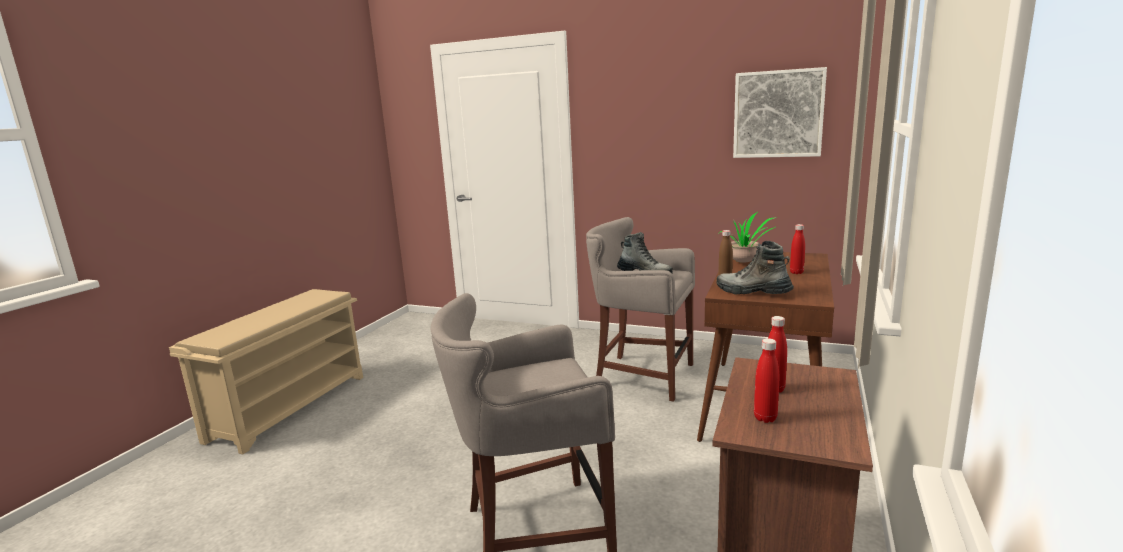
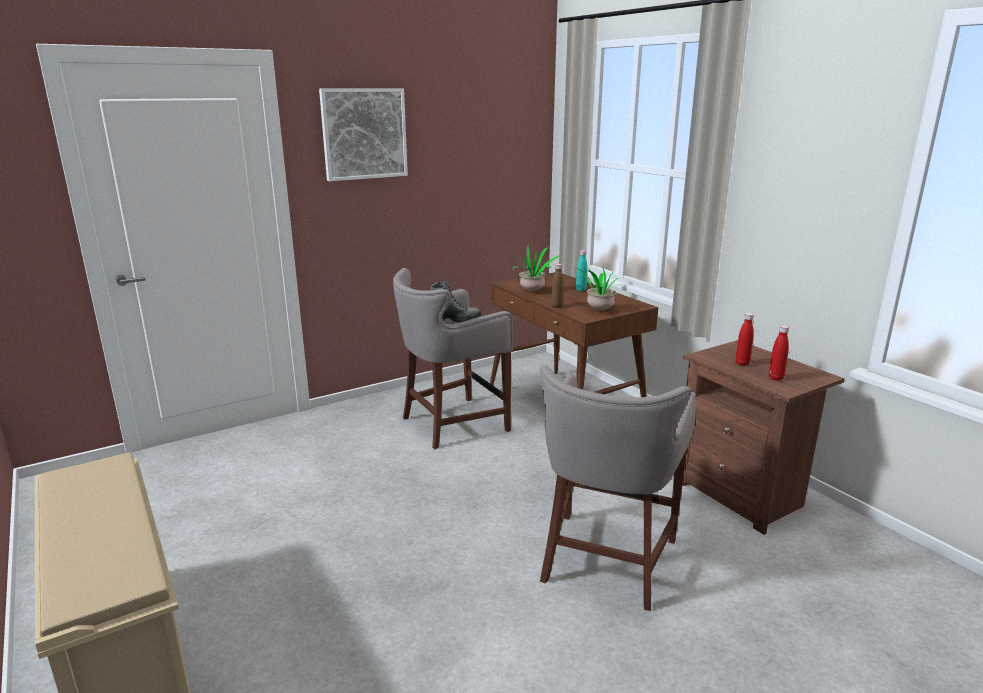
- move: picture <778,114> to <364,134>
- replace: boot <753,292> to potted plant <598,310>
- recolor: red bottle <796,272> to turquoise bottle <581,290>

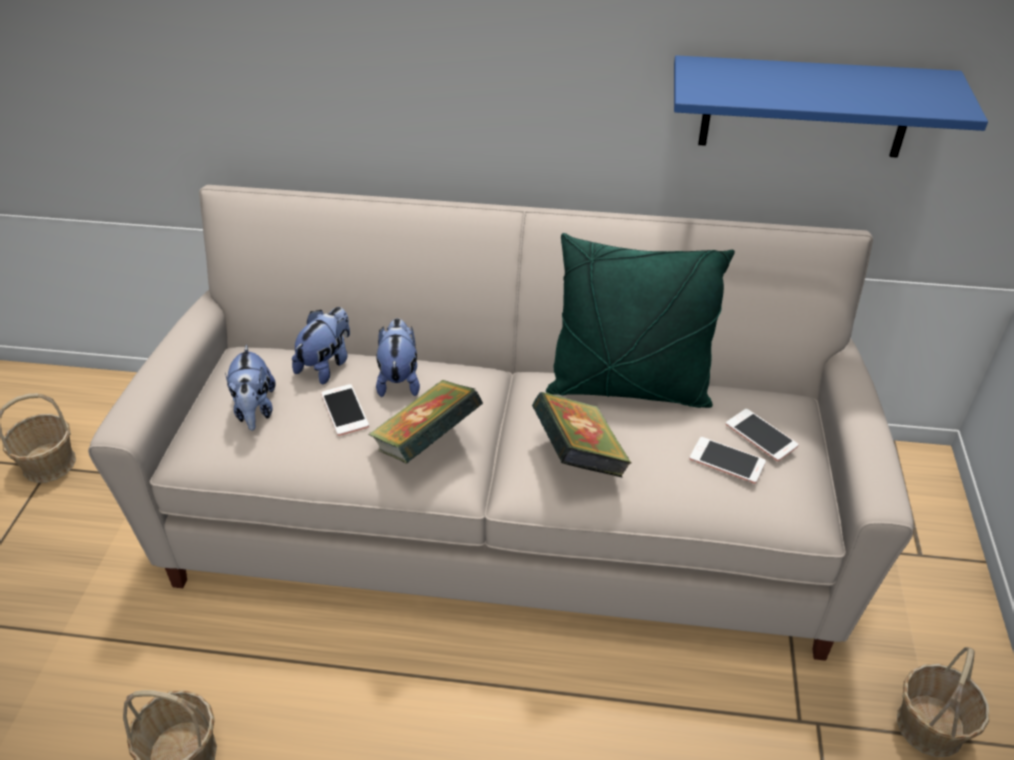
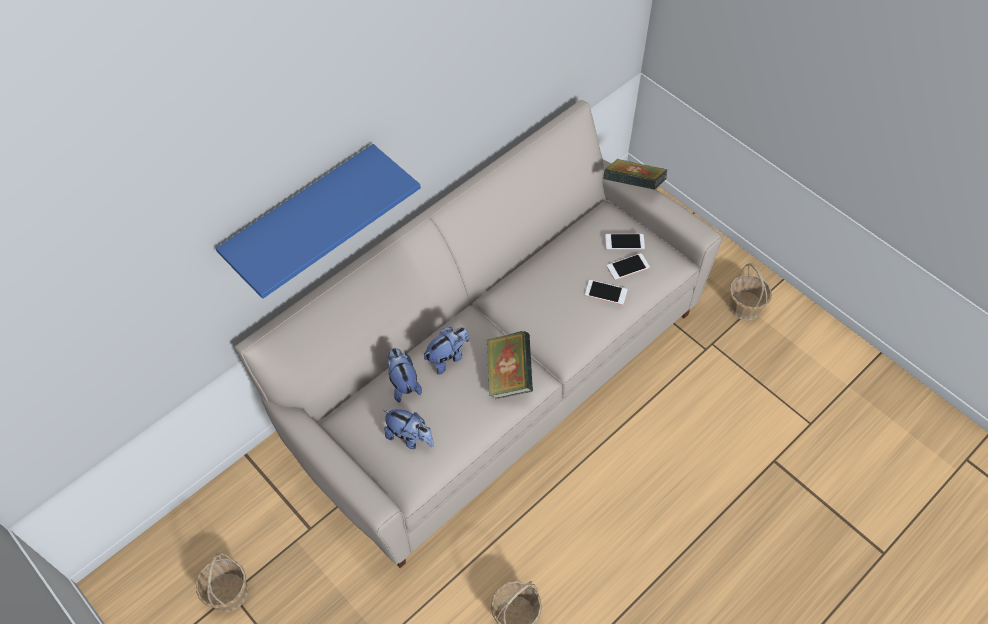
- delete: green pillow <628,388>
- move: phone <344,410> to <606,292>
- move: book <578,457> to <633,186>
- move: blue shelf <806,107> to <302,214>
- rotate: plush toy <399,379> = <447,357> 105 degrees clockwise

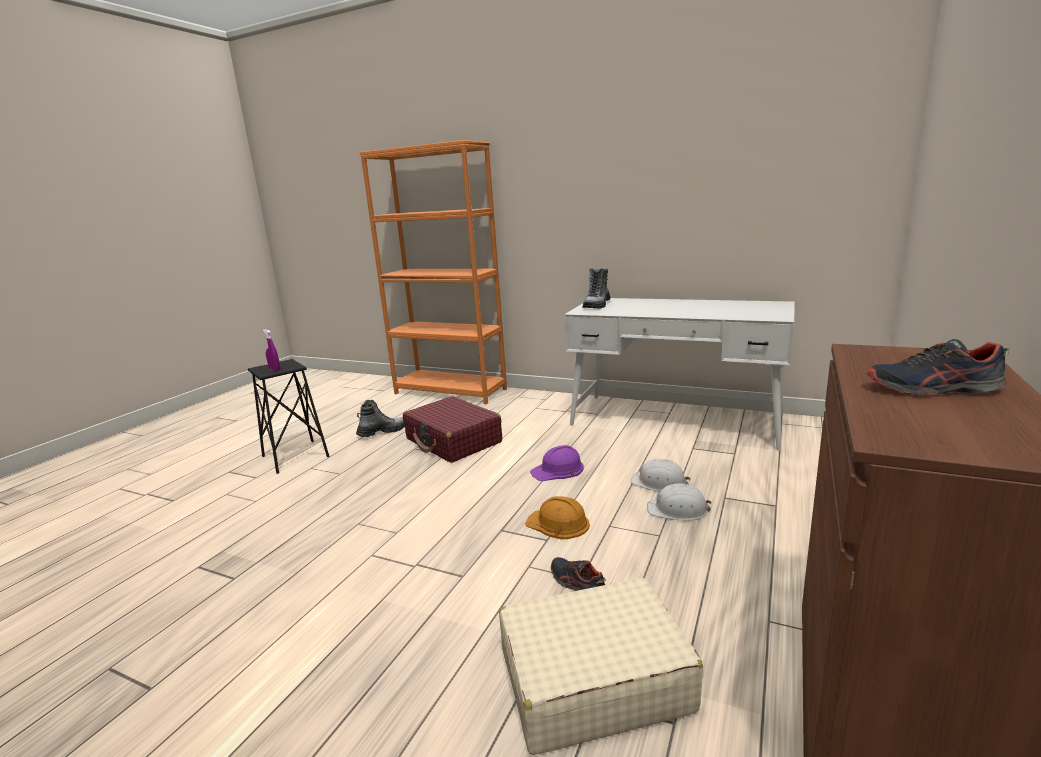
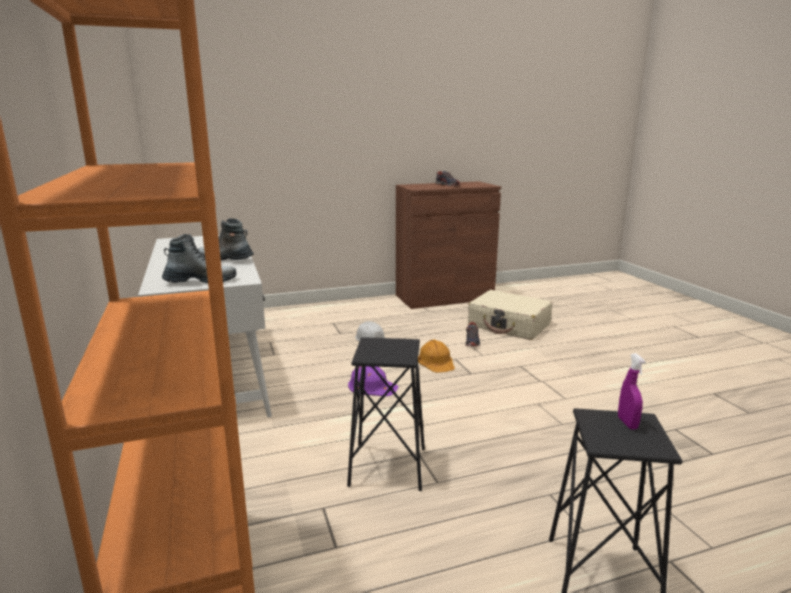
- delete: white hard hat <659,483>
- move: boot <382,432> to <224,260>
- replace: red suitcase <453,441> to black stool <387,466>

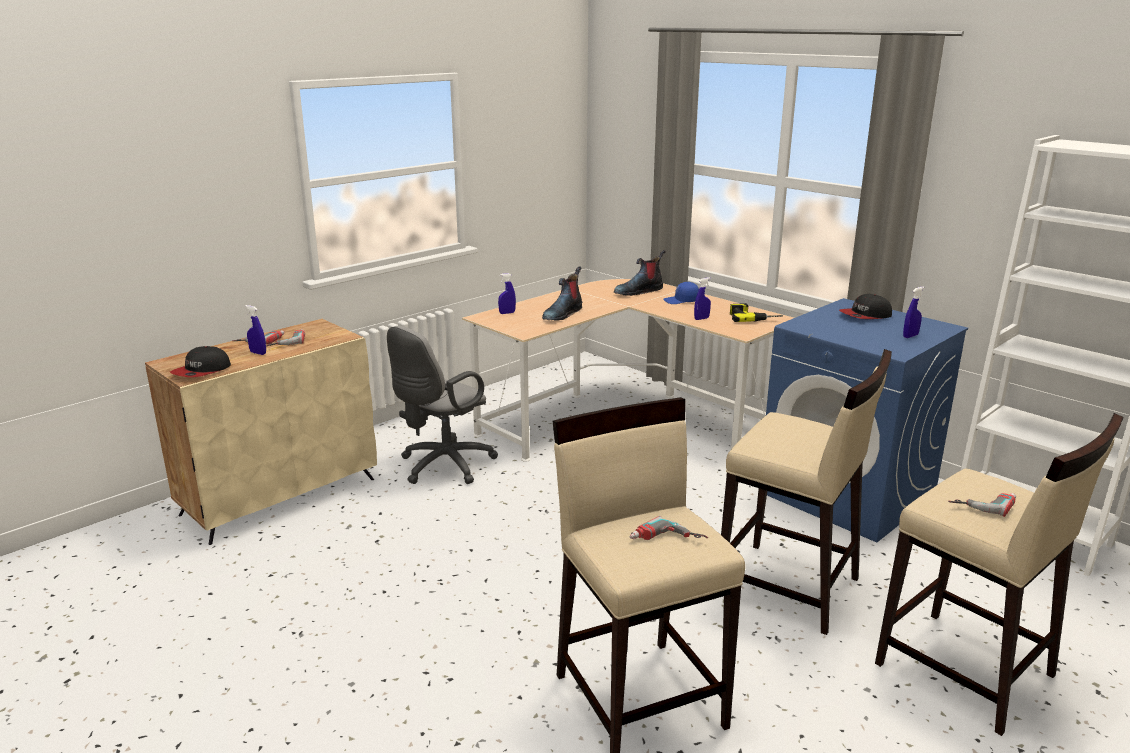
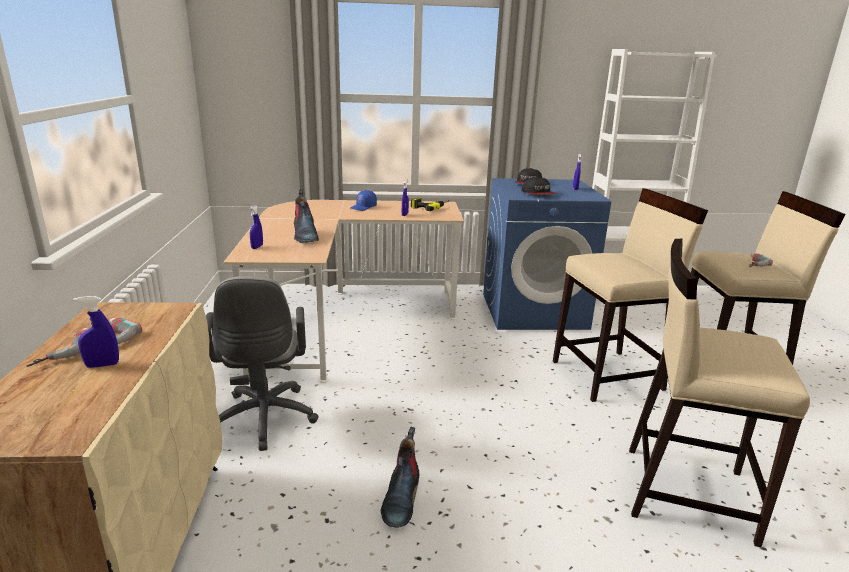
- delete: power drill <667,541>
- move: cap <202,371> to <538,194>
- move: boot <638,291> to <401,498>

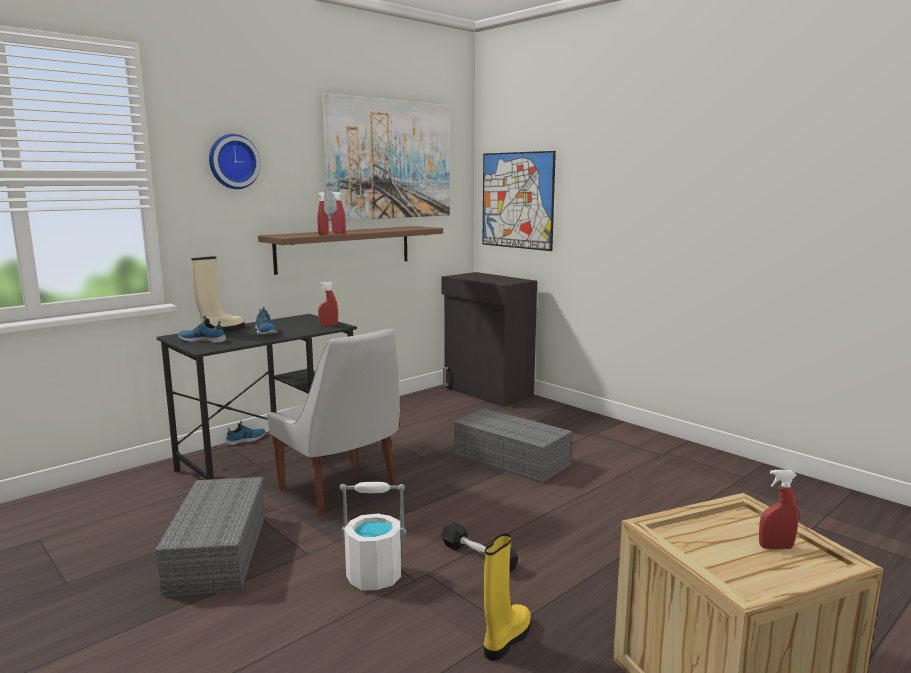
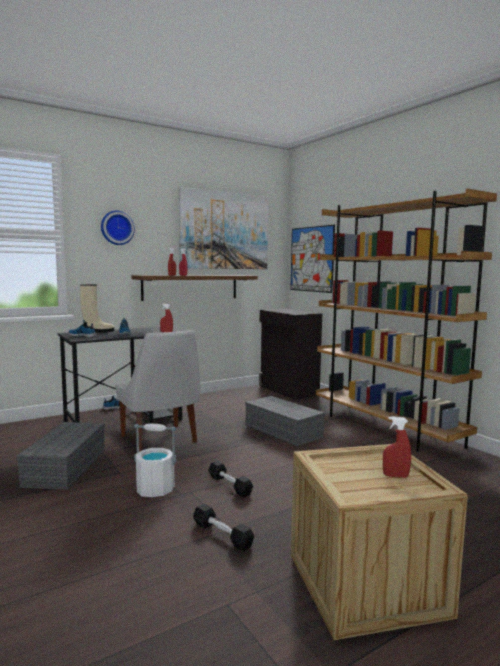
- insert: brown bookcase <385,428>
- replace: yellow boot <506,639> to black dumbbell <222,535>

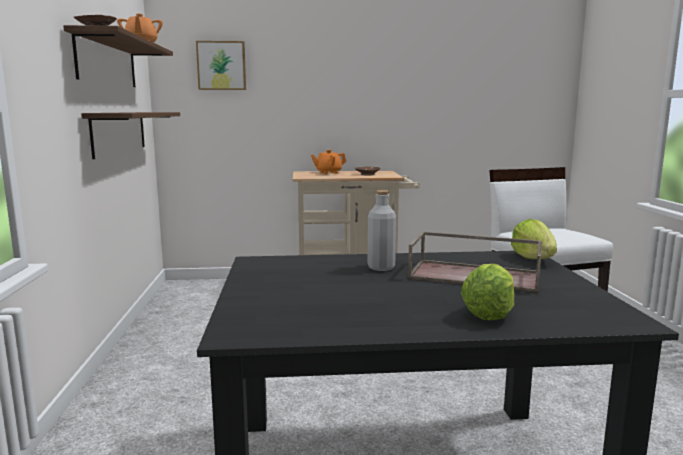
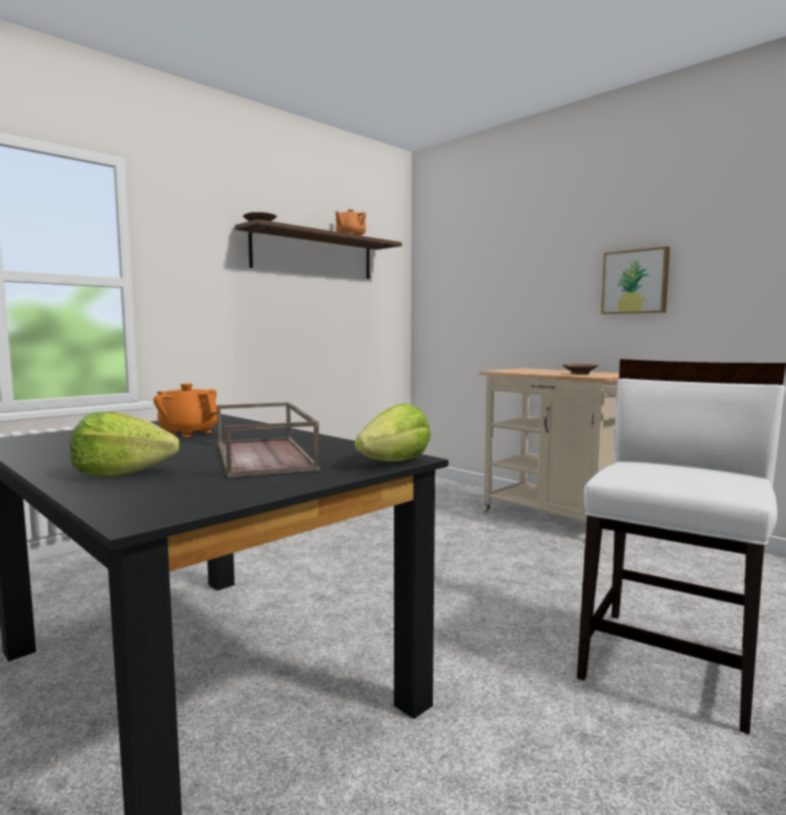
- delete: shelf <119,132>
- delete: grey bottle <381,267>
- move: picture <221,66> to <635,282>
- move: orange teapot <328,173> to <188,432>

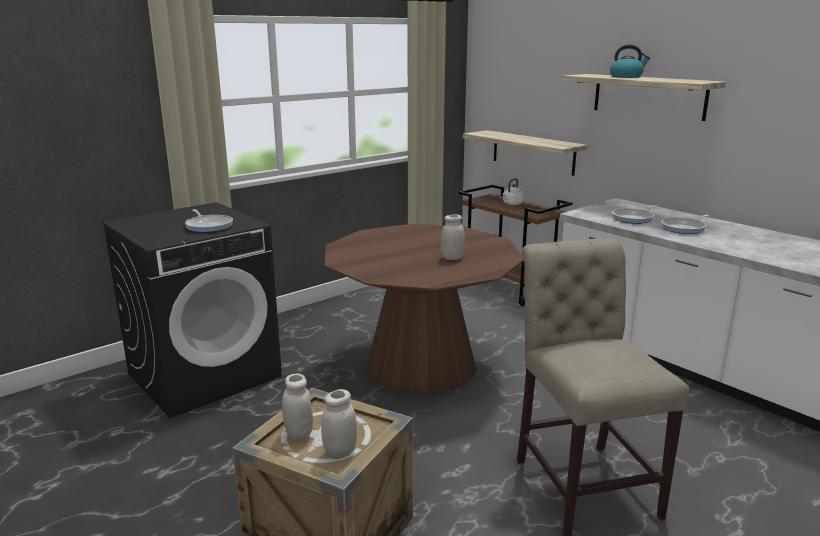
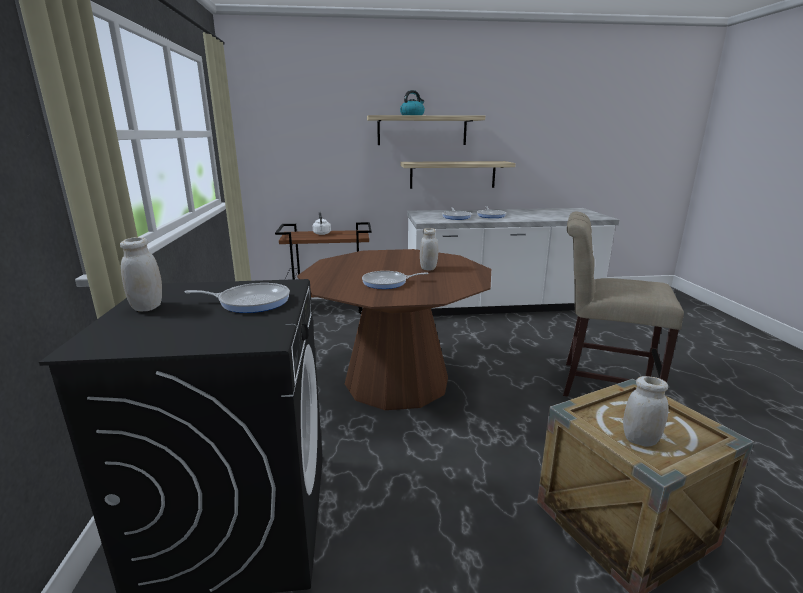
- insert: frying pan <387,283>
- move: white jar <340,452> to <147,307>
- move: shelf <533,152> to <452,174>

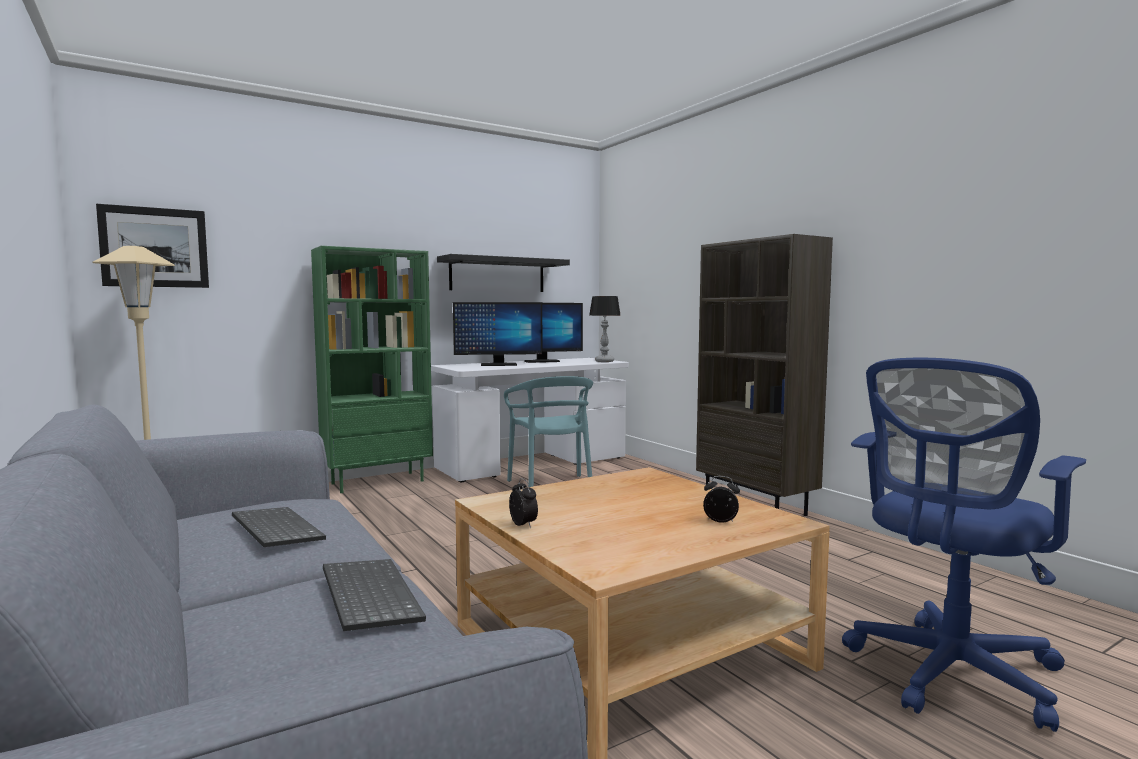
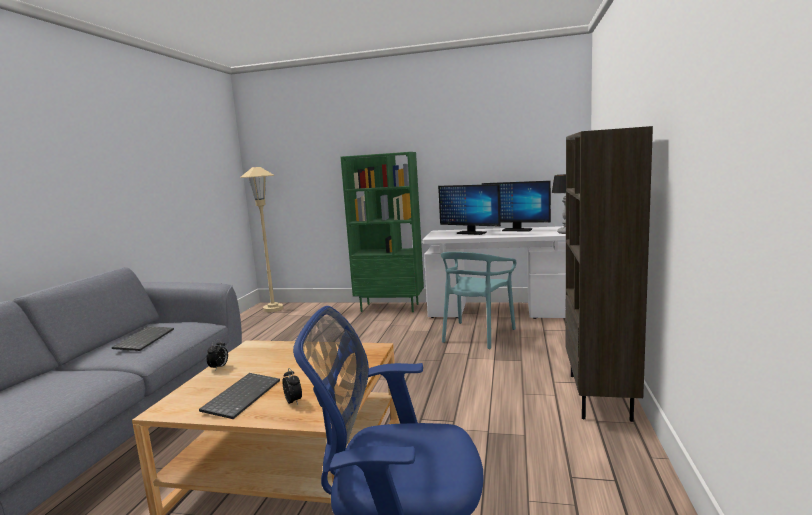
- delete: picture <155,247>
- delete: black shelf <497,275>
- move: keyboard <366,596> to <241,396>

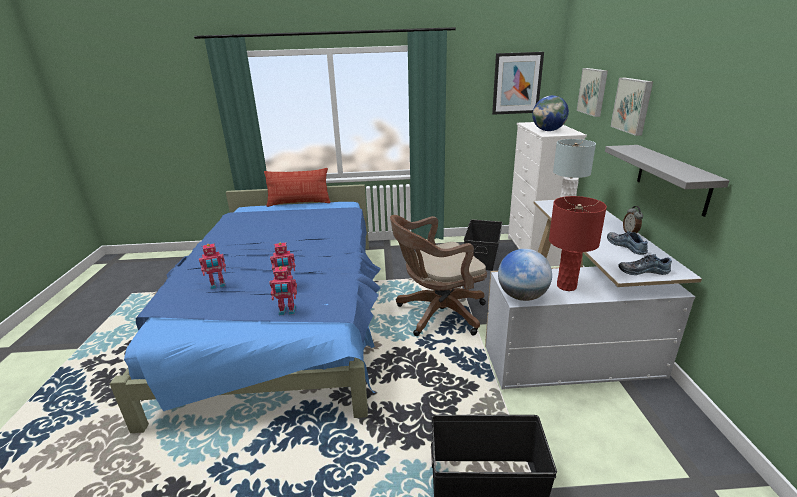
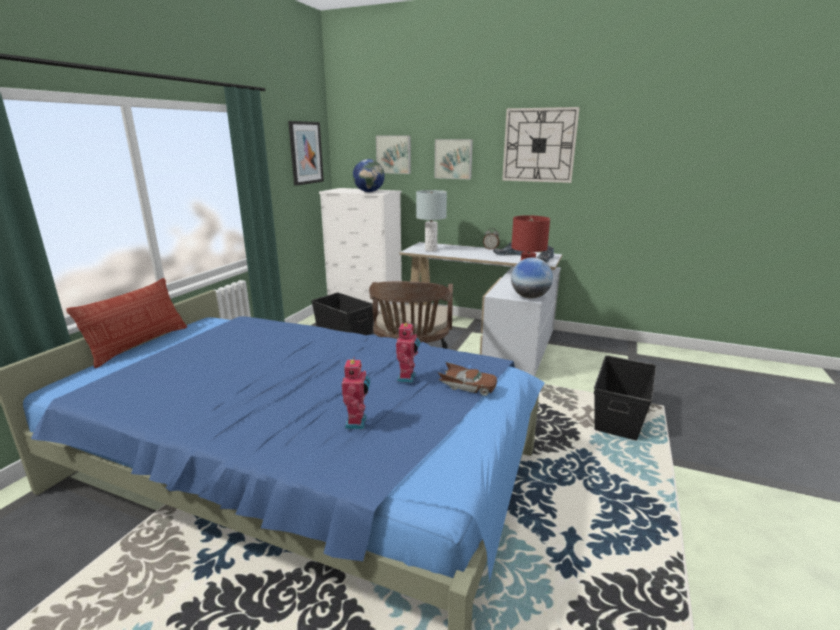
- delete: grey shelf <672,178>
- insert: wall clock <539,145>
- replace: toy robot <287,311> to brown toy car <467,387>

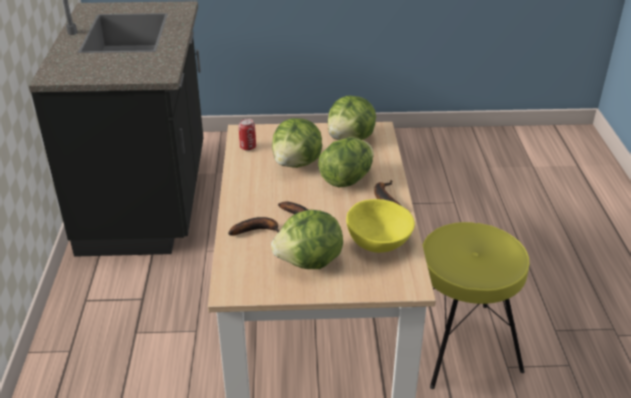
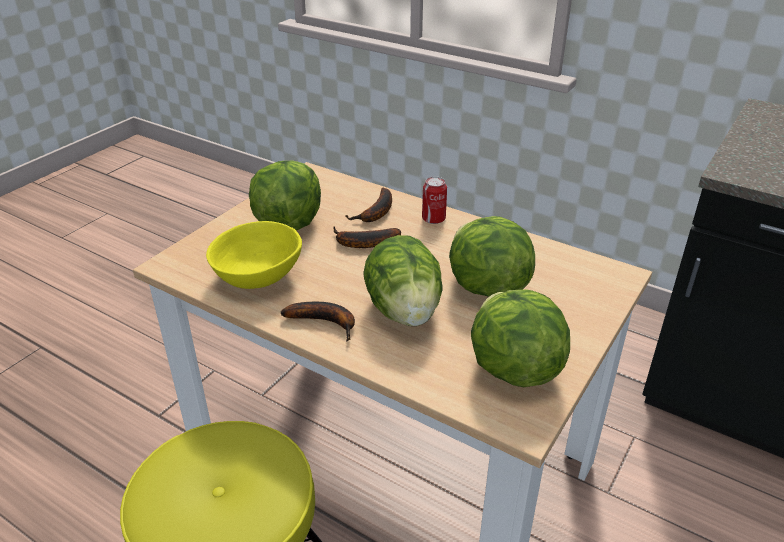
- move: can <248,147> to <433,219>

